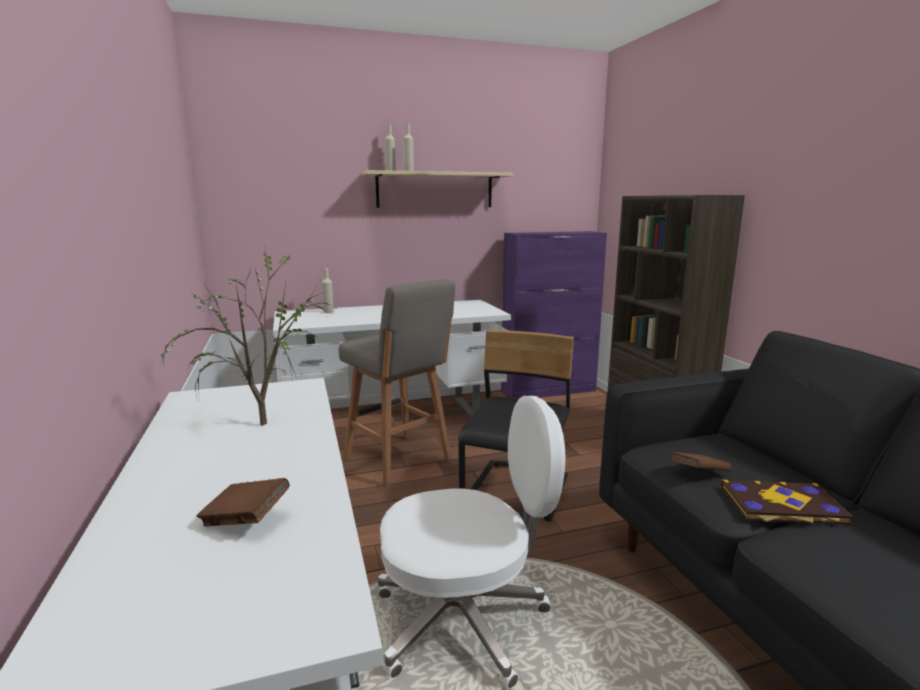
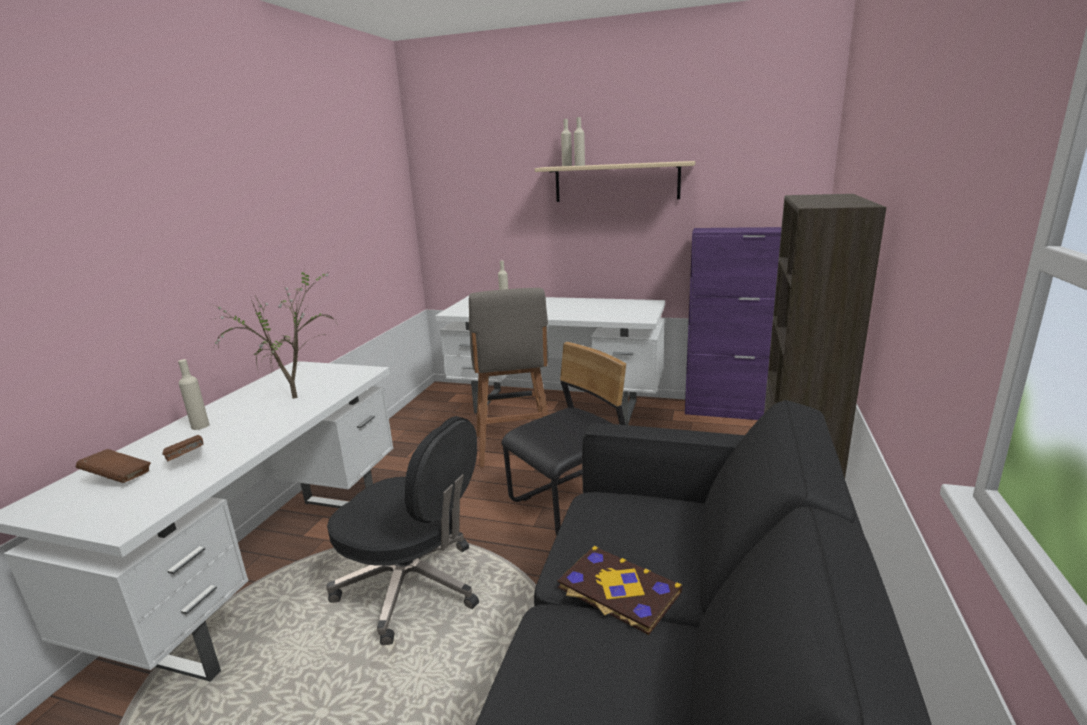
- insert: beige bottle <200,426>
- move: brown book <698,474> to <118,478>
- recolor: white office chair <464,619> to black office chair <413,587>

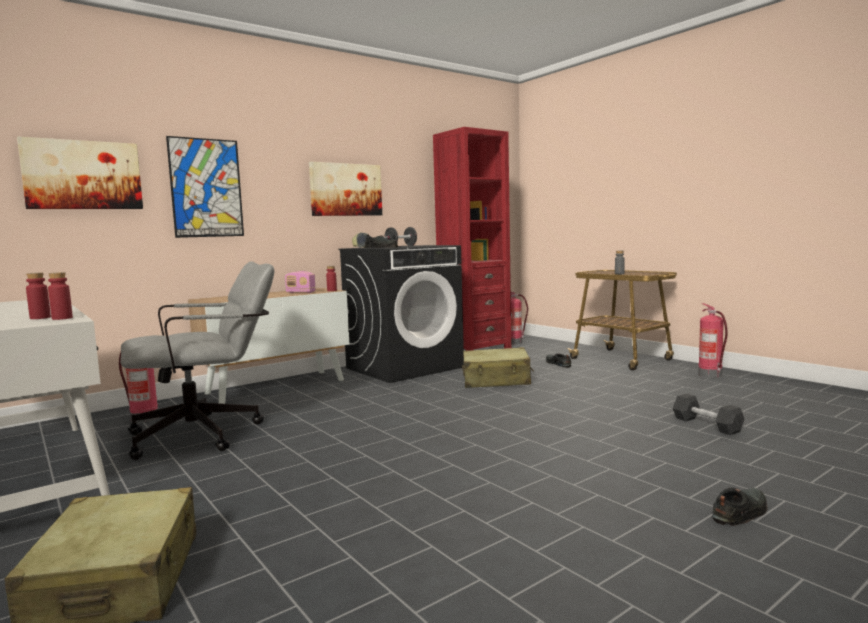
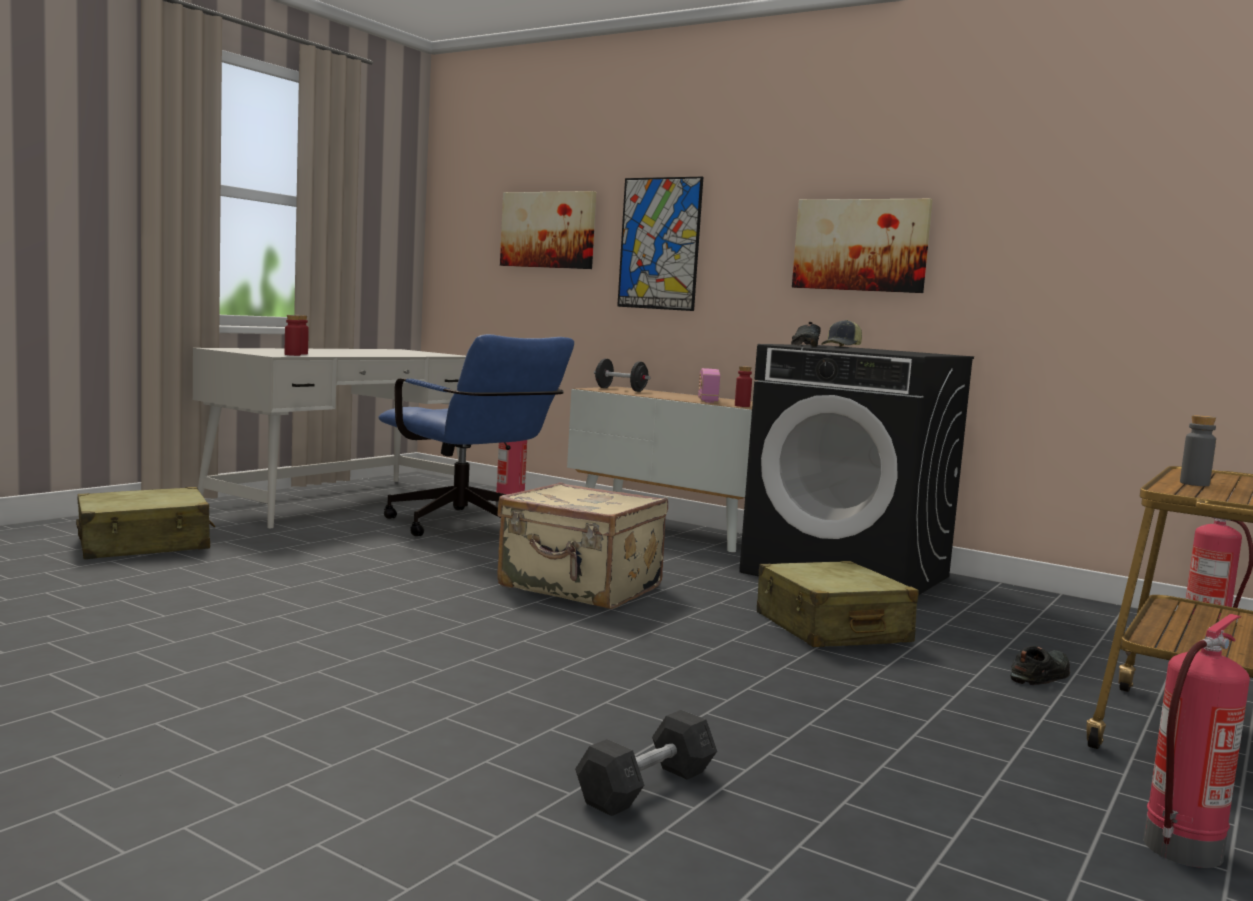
- delete: red bookcase <475,349>
- delete: black shoe <740,512>
- insert: beige suitcase <580,588>
- move: black dumbbell <401,246> to <620,389>
- recolor: grey office chair <207,434> to blue office chair <469,527>

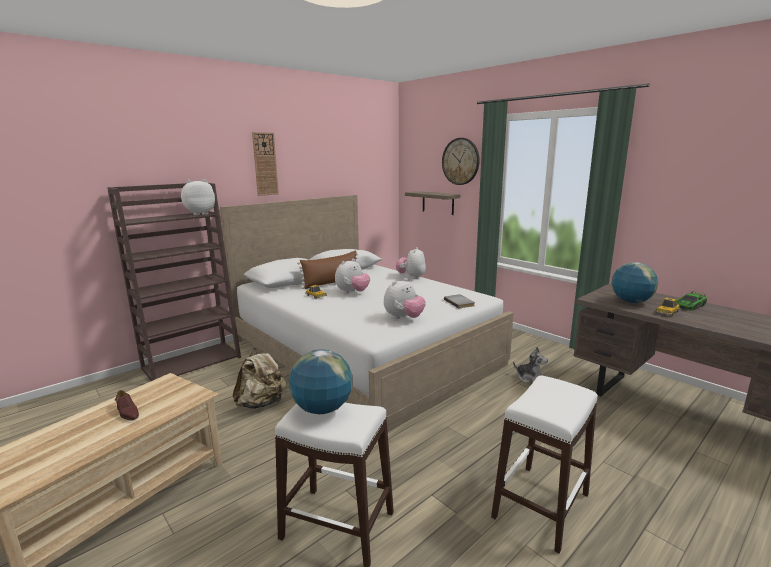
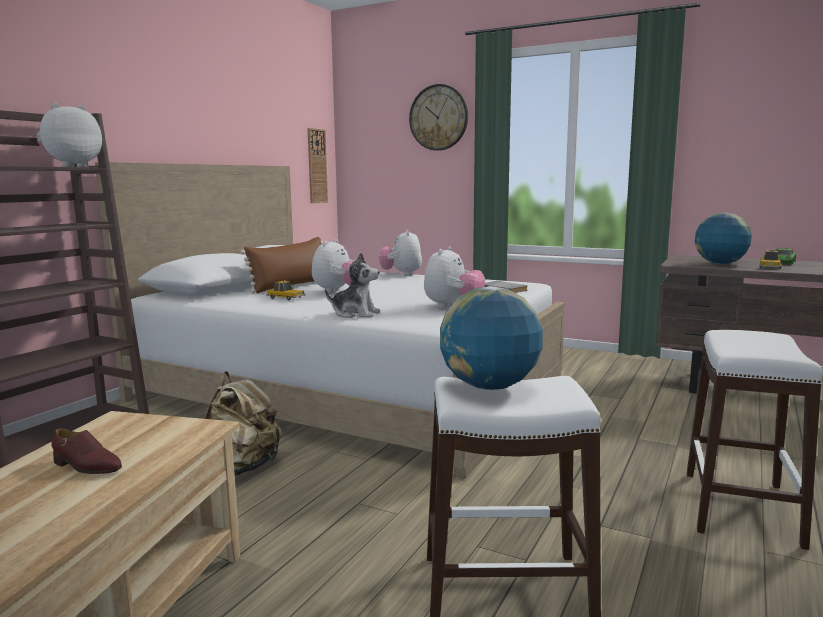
- delete: shelf <438,203>
- move: wall clock <265,164> to <317,166>
- move: plush toy <530,378> to <355,314>

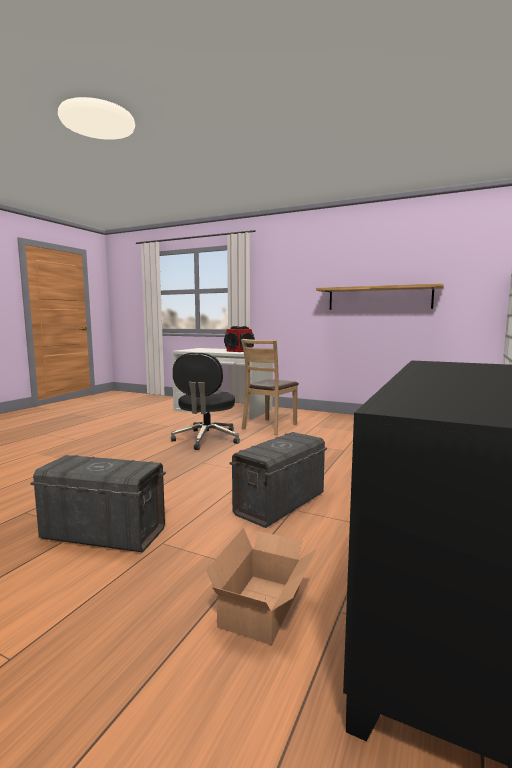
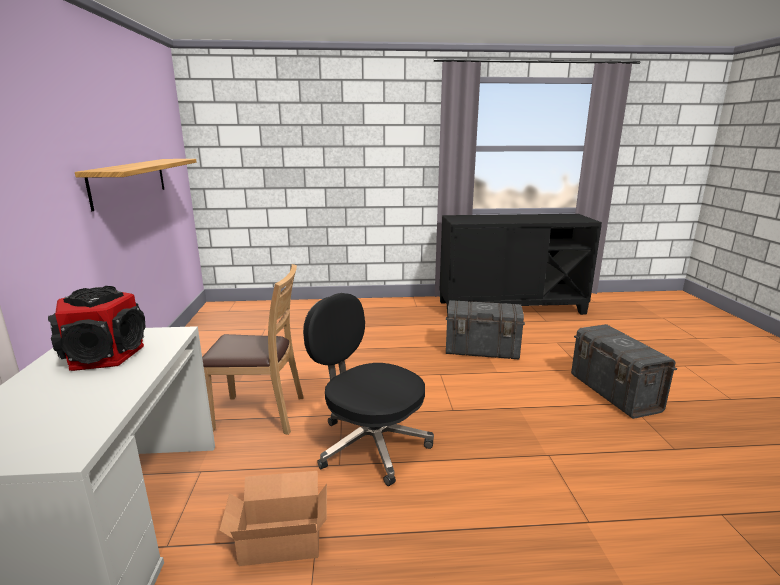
- move: cardboard box <265,606> to <279,538>
- rotate: black office chair <206,439> = <370,444> 120 degrees counterclockwise

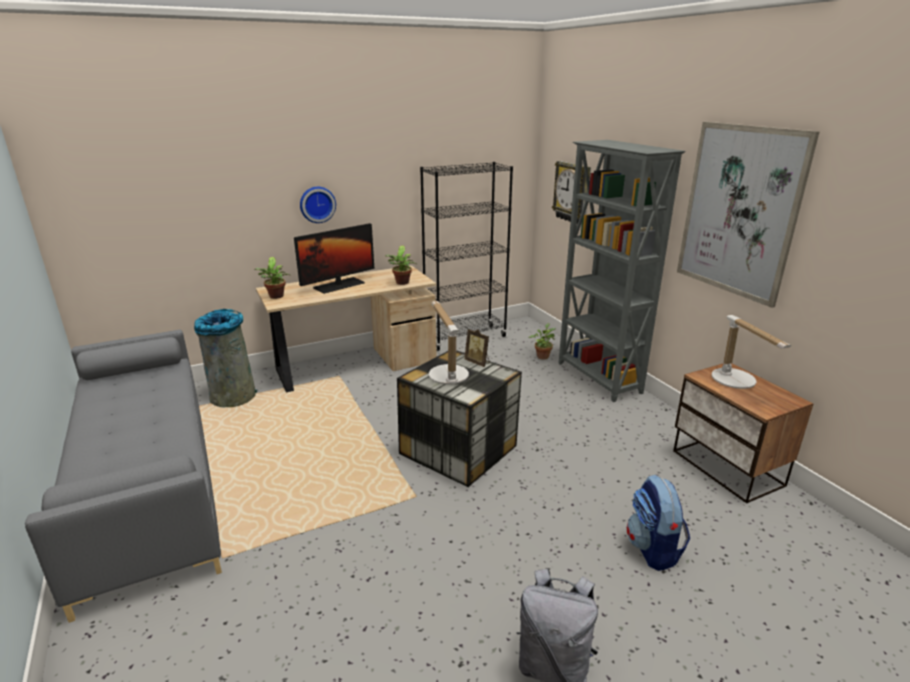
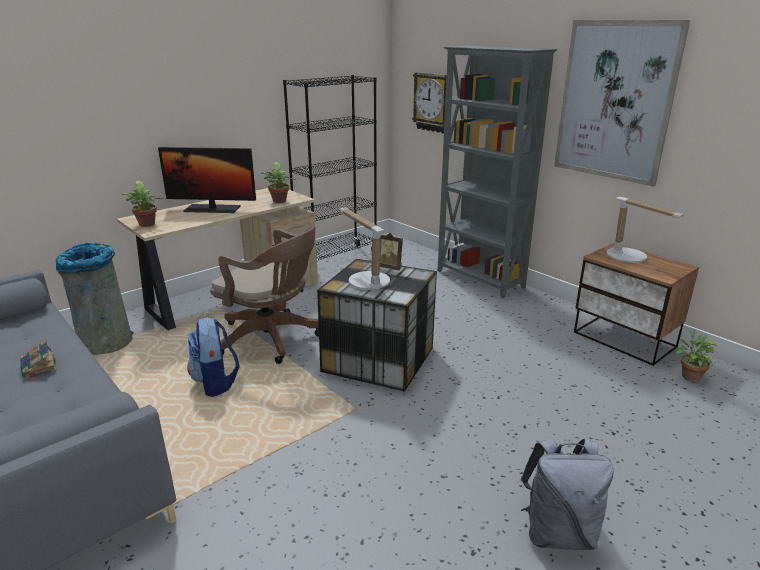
- delete: wall clock <317,204>
- insert: book <39,367>
- insert: brown office chair <272,339>
- move: potted plant <542,356> to <689,376>
- move: backpack <653,549> to <216,382>
- rotate: monitor <339,285> = <212,209> 60 degrees clockwise

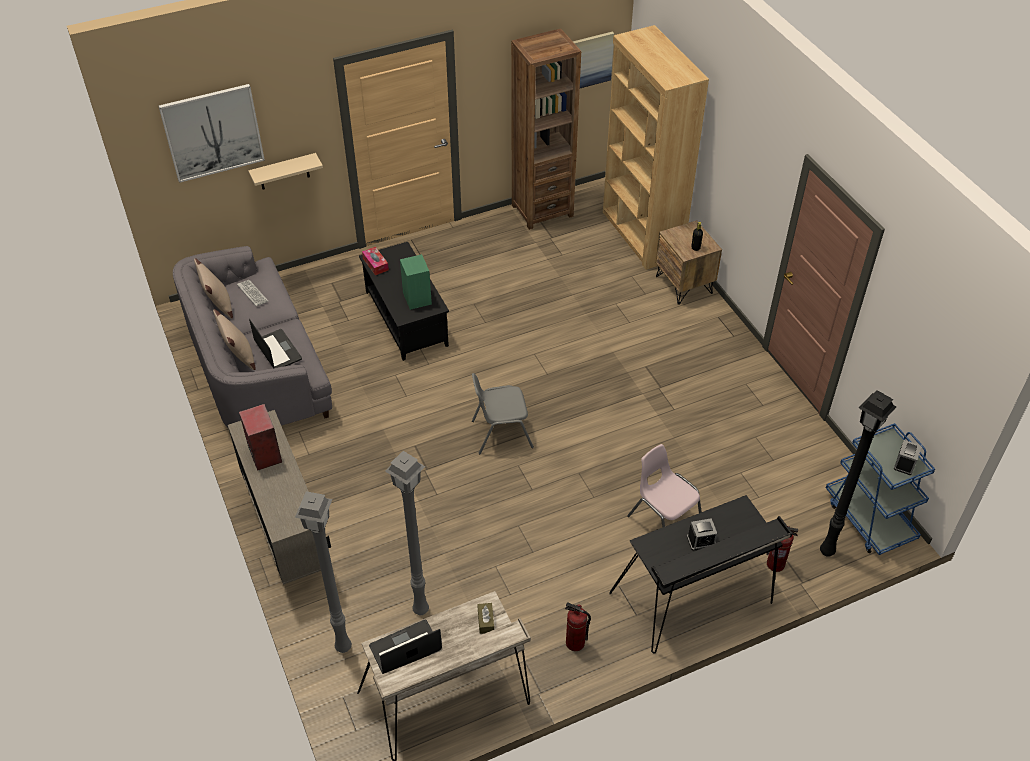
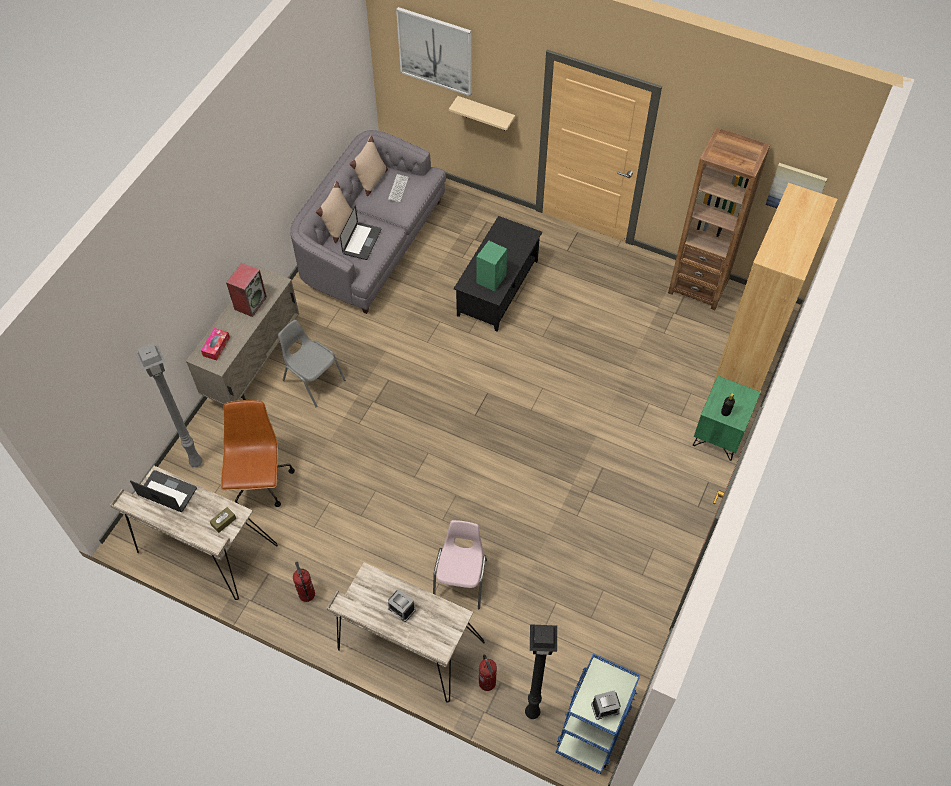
- move: tissue box <375,264> to <216,347>
- move: grey chair <501,433> to <313,380>
- replace: grey floor lamp <420,608> to brown office chair <259,483>
- recolor: black desk <694,599> to beige desk <407,647>
- recolor: brown nightstand <684,285> to green nightstand <719,435>

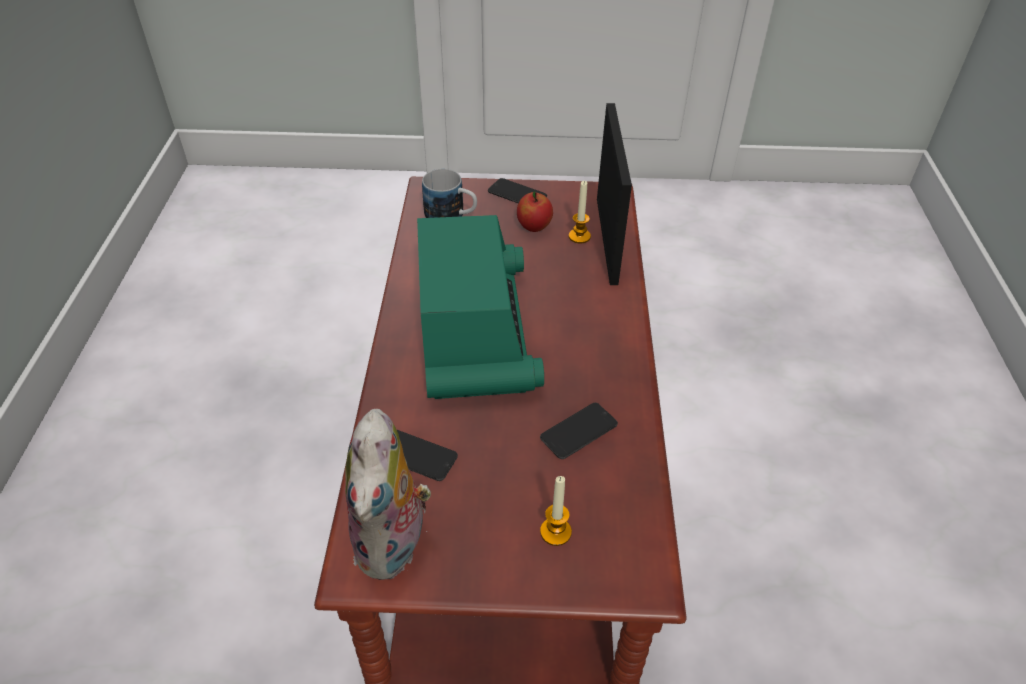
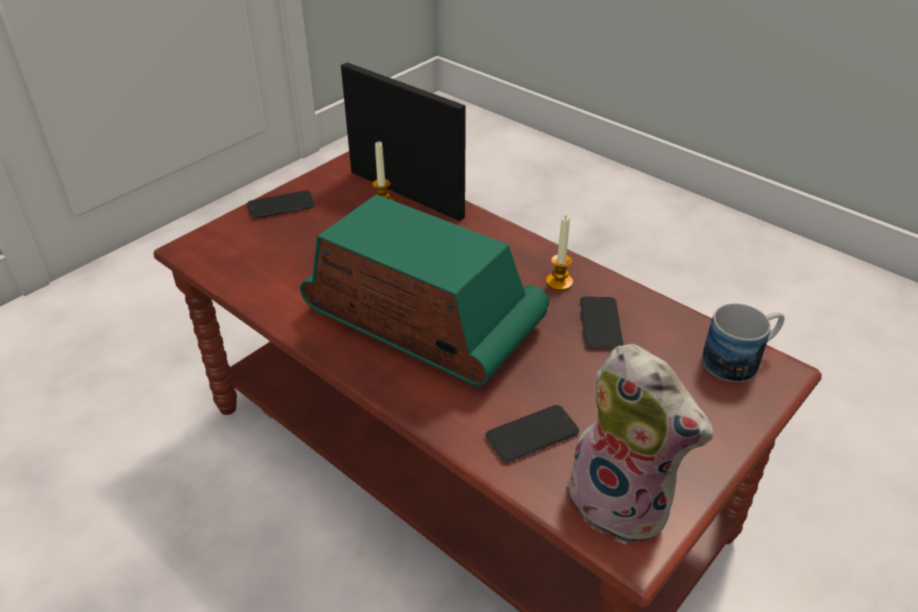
- delete: apple <534,227>
- move: mug <452,217> to <740,360>
- move: candle <555,532> to <559,282>

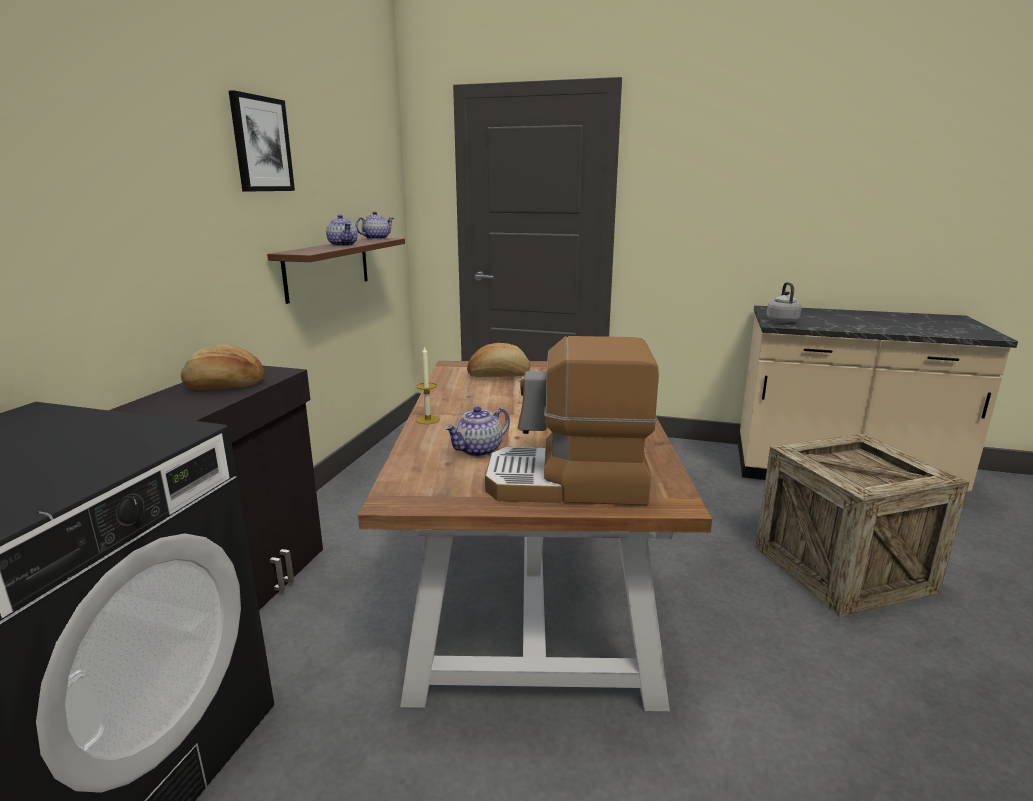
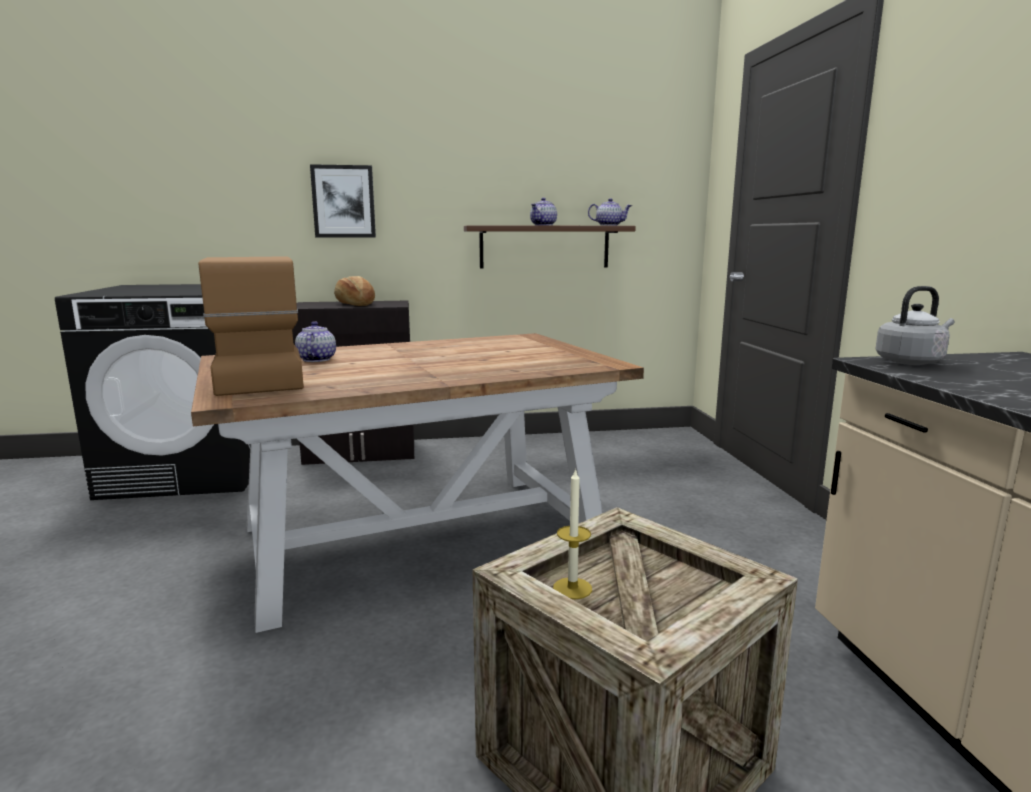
- delete: bread <498,376>
- move: picture <261,144> to <343,201>
- move: candle <428,420> to <572,588>
- rotate: teapot <478,450> = <316,359> 60 degrees clockwise

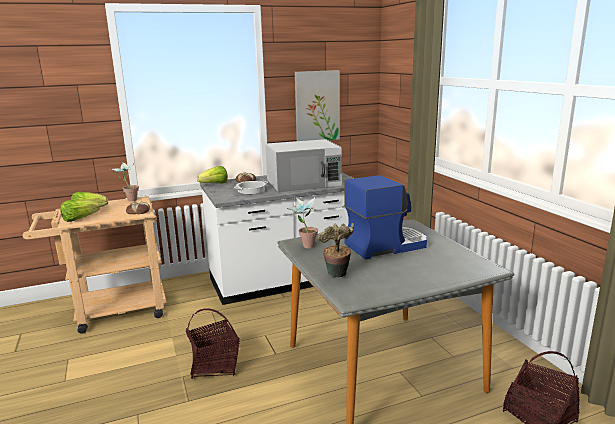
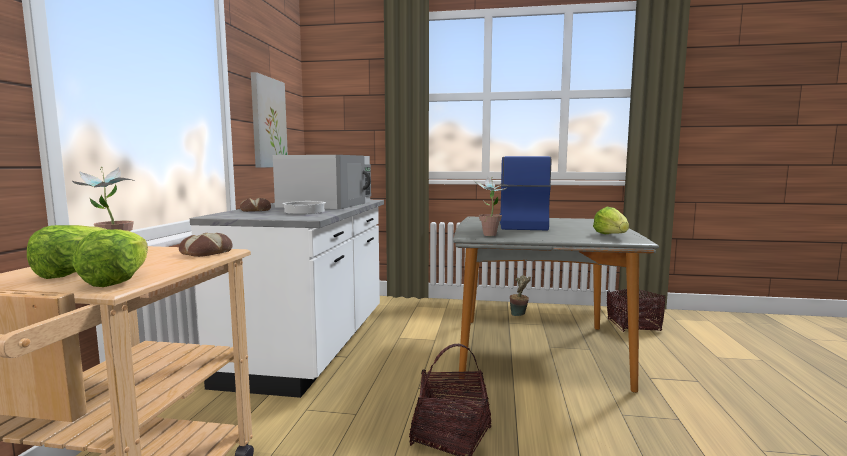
- move: lettuce <215,184> to <611,236>
- move: potted plant <337,276> to <519,315>

